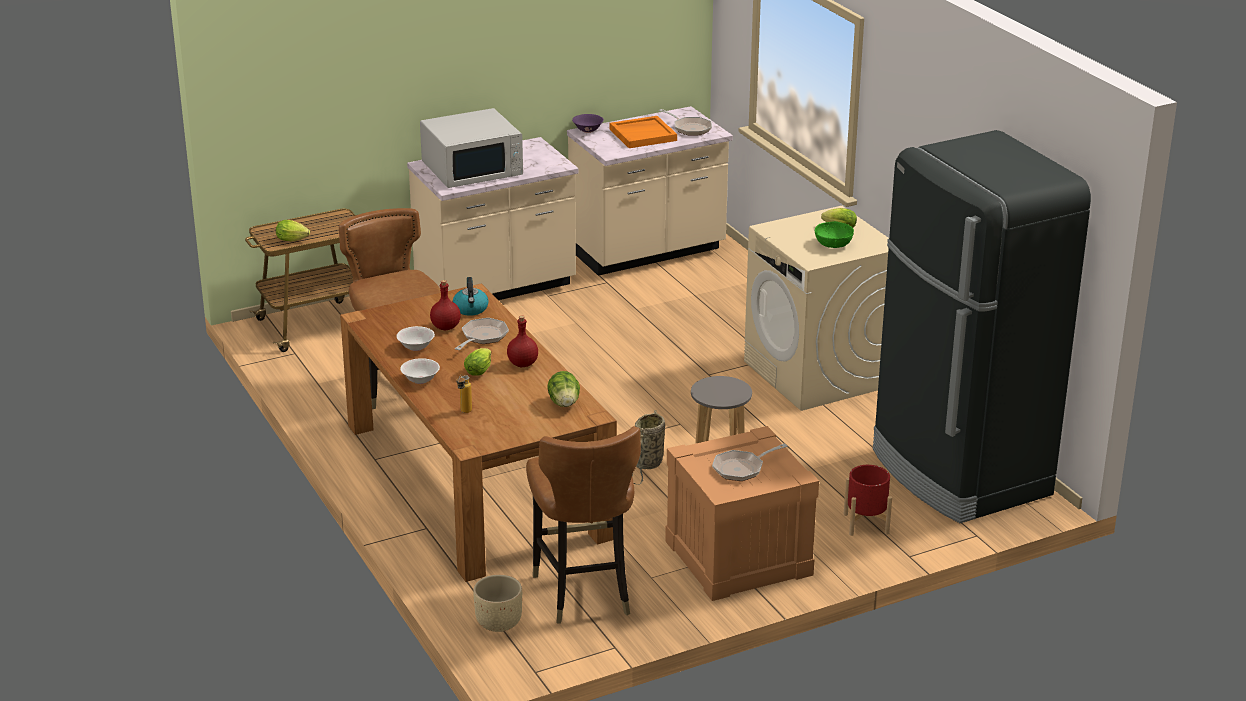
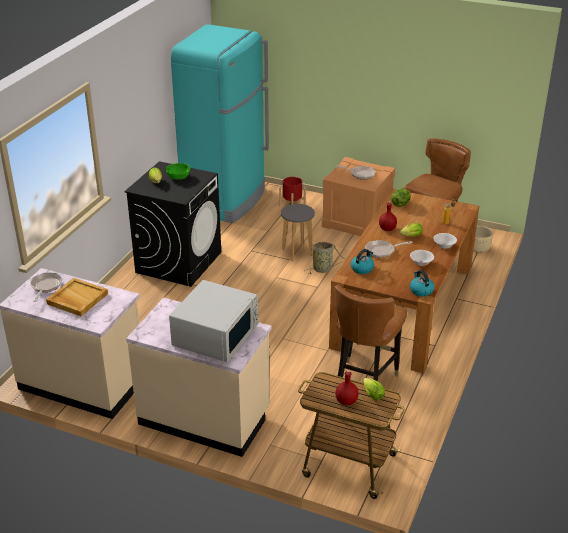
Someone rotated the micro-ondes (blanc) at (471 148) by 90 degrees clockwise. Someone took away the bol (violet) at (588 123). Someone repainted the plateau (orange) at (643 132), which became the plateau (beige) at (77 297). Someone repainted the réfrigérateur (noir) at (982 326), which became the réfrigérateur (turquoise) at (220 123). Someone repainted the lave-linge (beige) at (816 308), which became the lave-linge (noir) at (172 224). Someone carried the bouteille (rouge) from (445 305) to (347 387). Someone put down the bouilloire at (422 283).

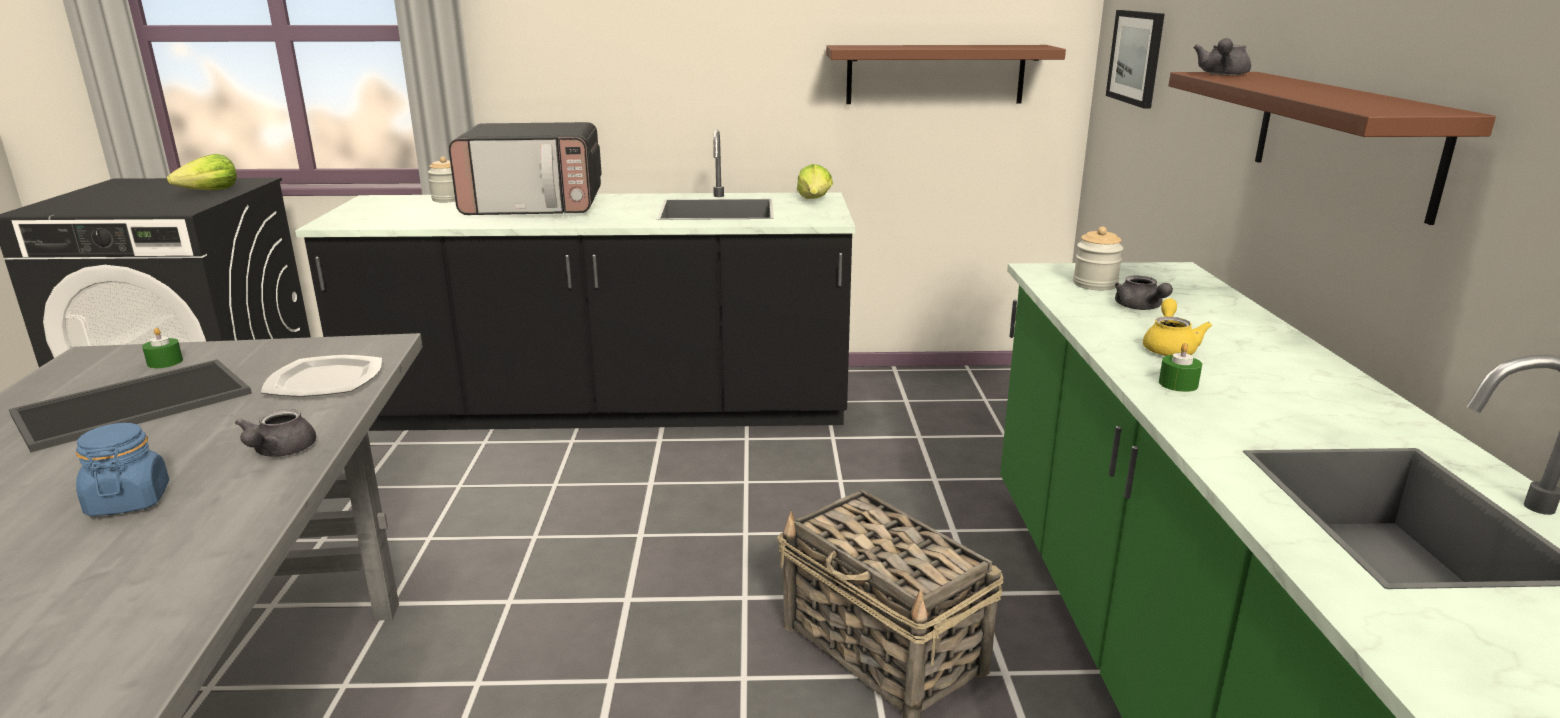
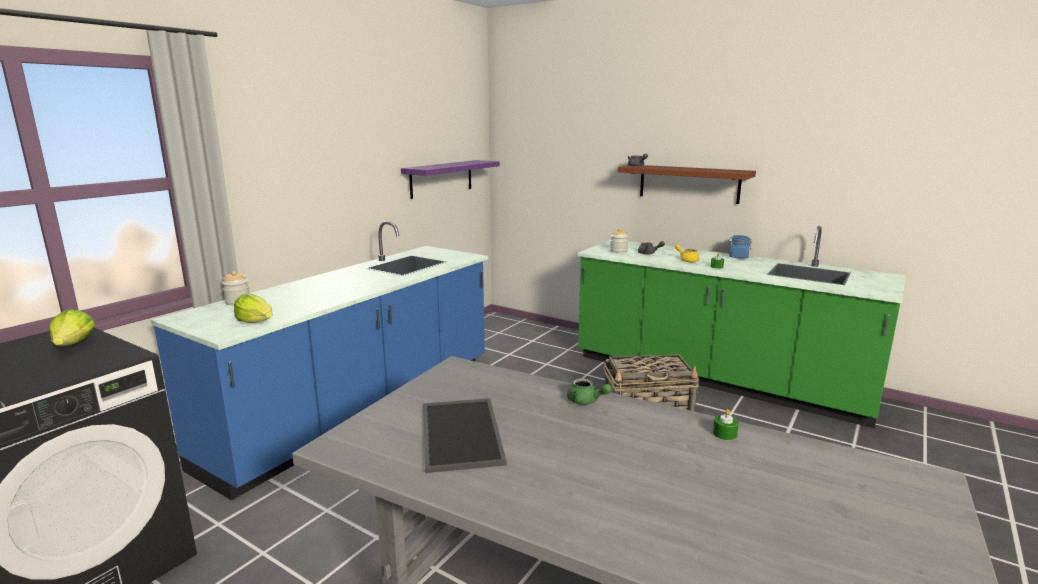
Someone took away the tableau at (1135 59). Someone repainted the étagère (marron) at (946 74), which became the étagère (violet) at (450 179). Someone took away the micro-ondes at (525 168). Someone repainted the comptoir de cuisine (noir) at (575 280), which became the comptoir de cuisine (bleu) at (319 360). Someone carried the laitue from (815 181) to (253 308). Someone carried the bougie (vert) from (162 348) to (726 424). Someone took away the assiette at (321 376). Someone repainted the théière (gris) at (275 433), which became the théière (vert) at (589 391). Someone carried the bocal (bleu) from (122 469) to (739 247).

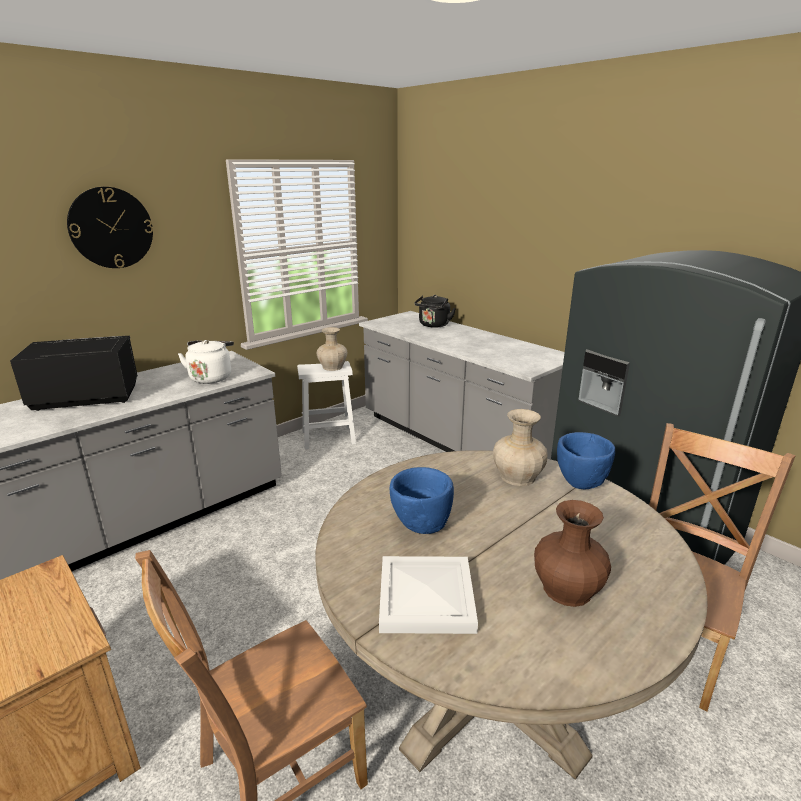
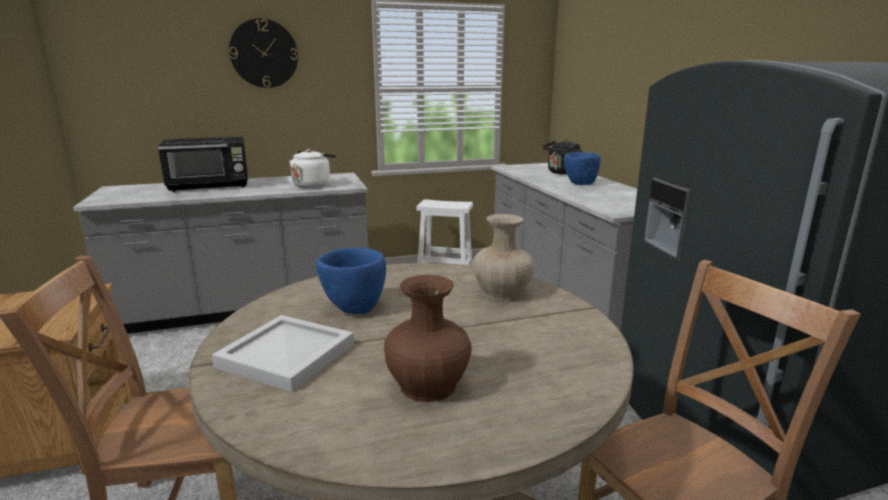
Someone took away the vase (beige) at (332 349). Someone rotated the micro-ondes (noir) at (74 373) by 150 degrees clockwise. Someone carried the bol (bleu) from (586 461) to (582 168).

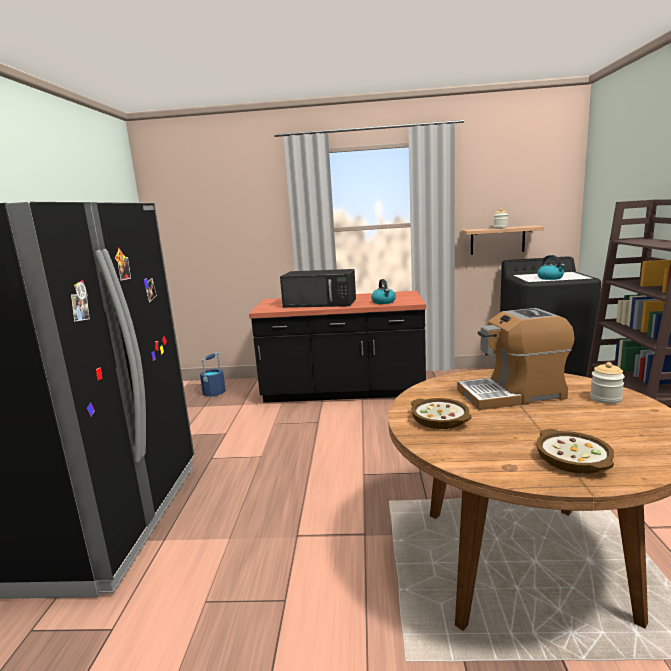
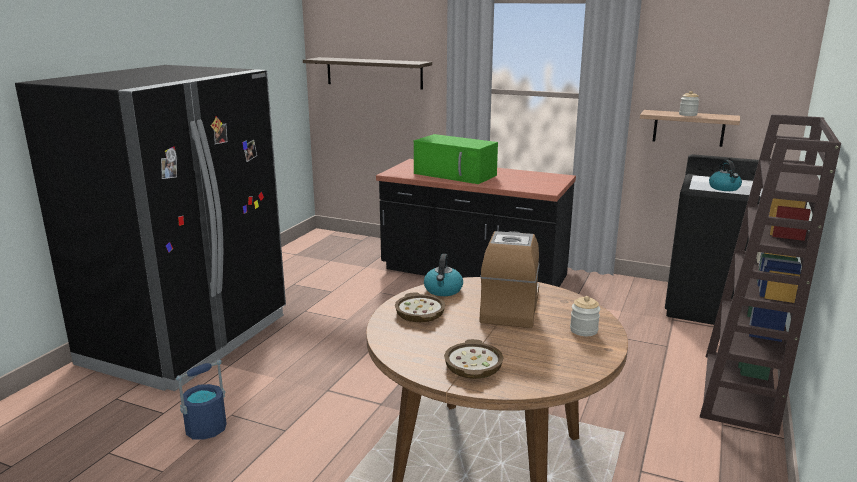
Someone repainted the micro-ondes (noir) at (318 288), which became the micro-ondes (vert) at (456 159). Someone carried the bouilloire from (383 291) to (443 275). Someone rotated the machine à café at (515 359) by 90 degrees clockwise. Someone carried the seau (bleu) from (213 374) to (201 400). Someone put up the étagère at (367 73).

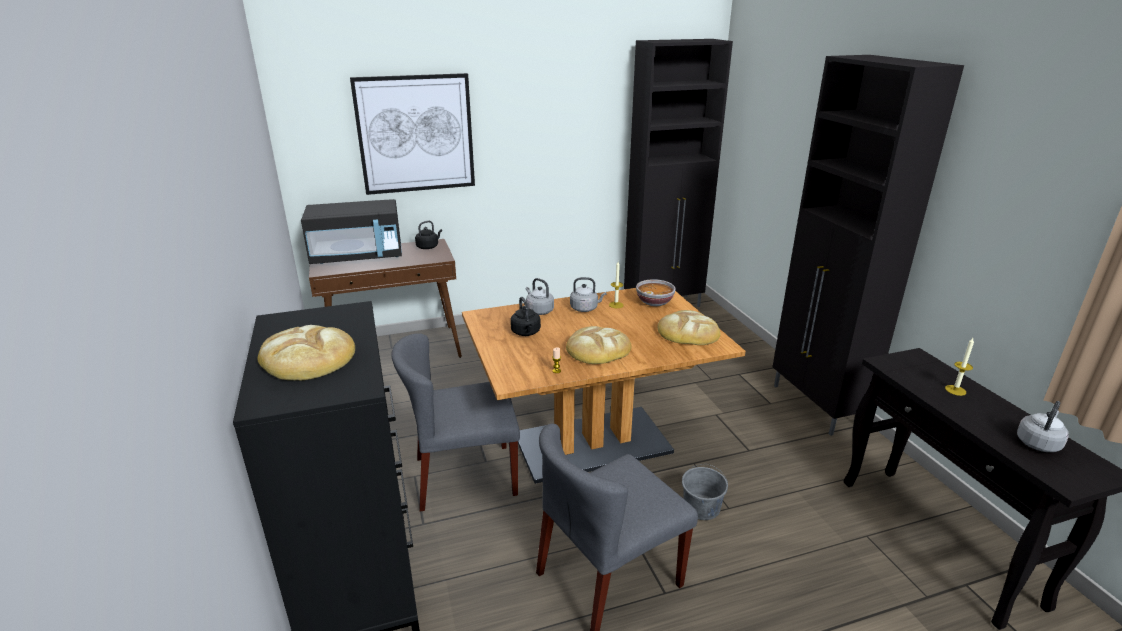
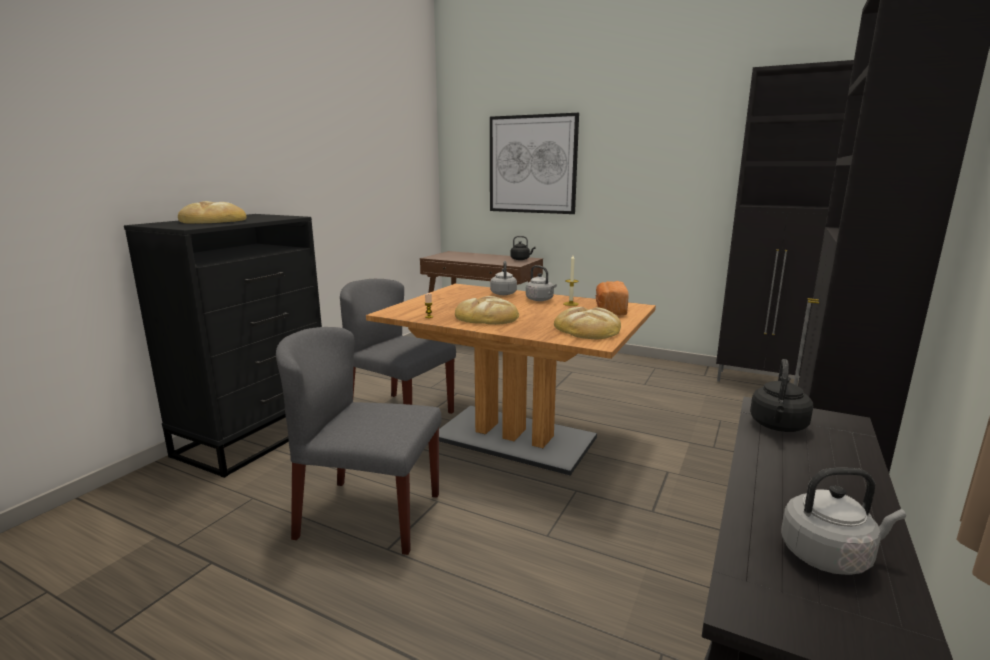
Someone took away the micro-ondes (noir) at (351 231). Someone swapped the bol at (656 292) for the pain at (612 298). Someone carried the bouilloire (noir) from (525 316) to (781 395). Someone took away the bougie at (959 367). Someone took away the seau (gris) at (705 492).

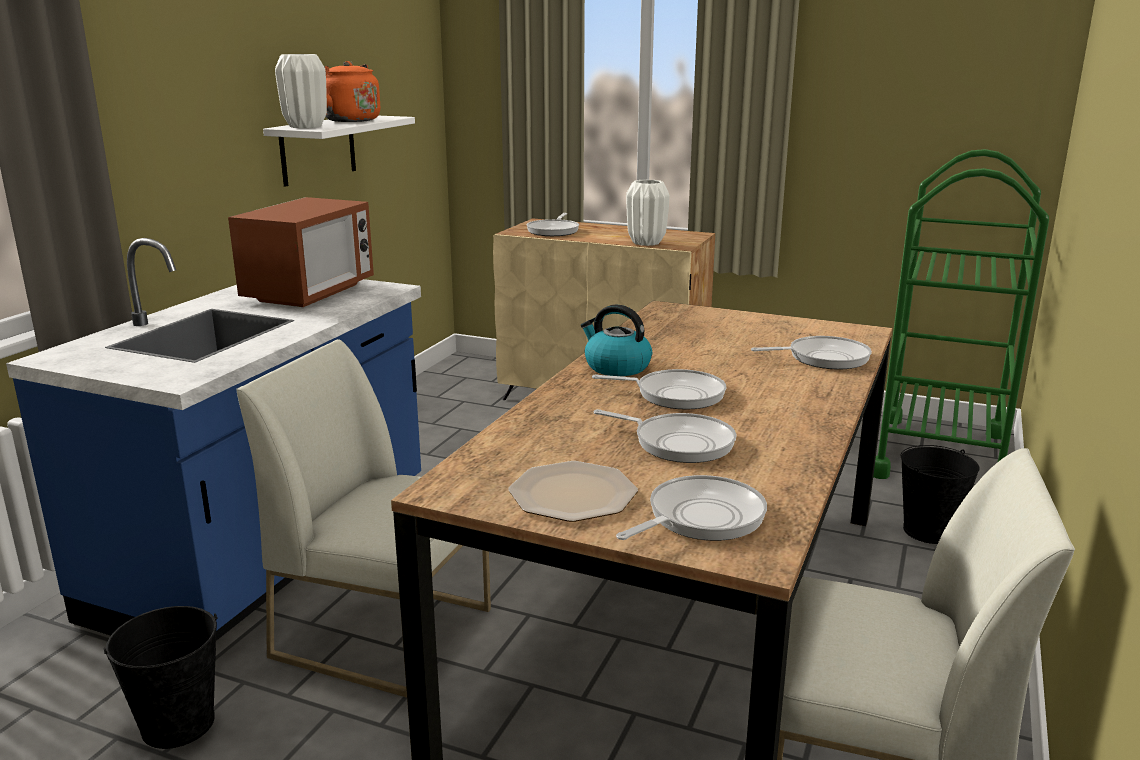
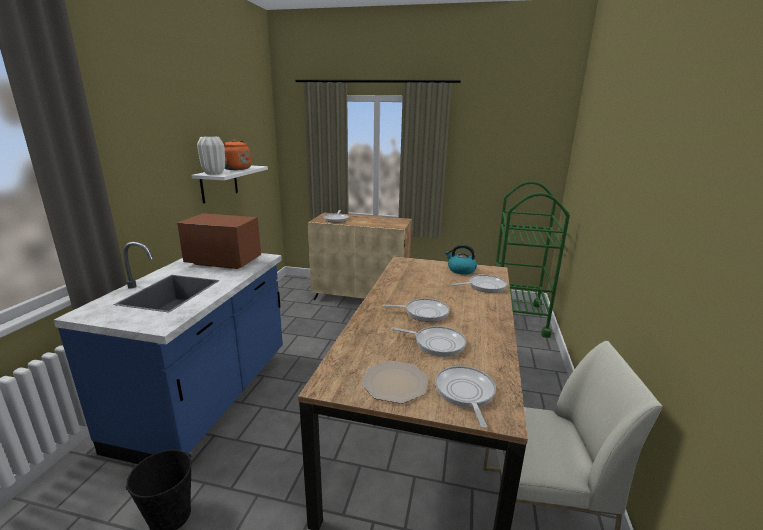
Someone took away the vase (blanc) at (648 213). Someone rotated the micro-ondes at (301 252) by 90 degrees counterclockwise. Someone carried the bouilloire from (616 340) to (461 259). Someone took away the chaise (blanc) at (363 518). Someone took away the seau (noir) at (940 494). Someone rotated the poêle at (691 508) by 45 degrees counterclockwise.

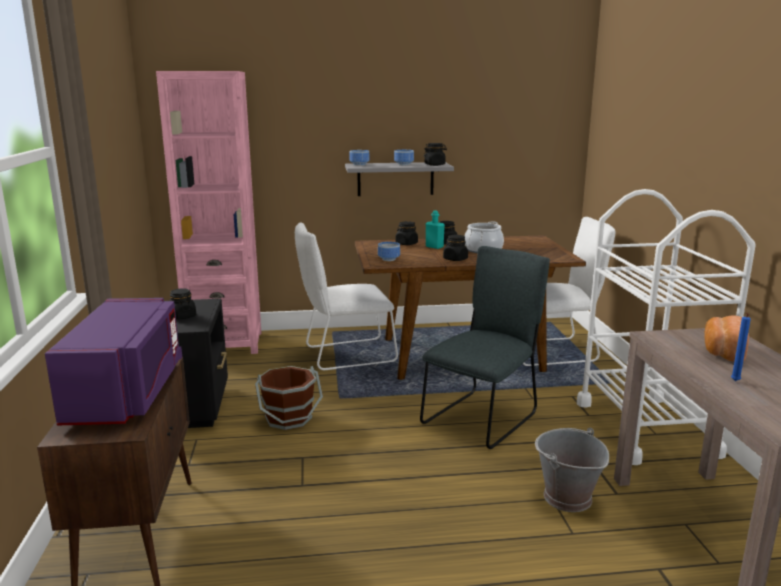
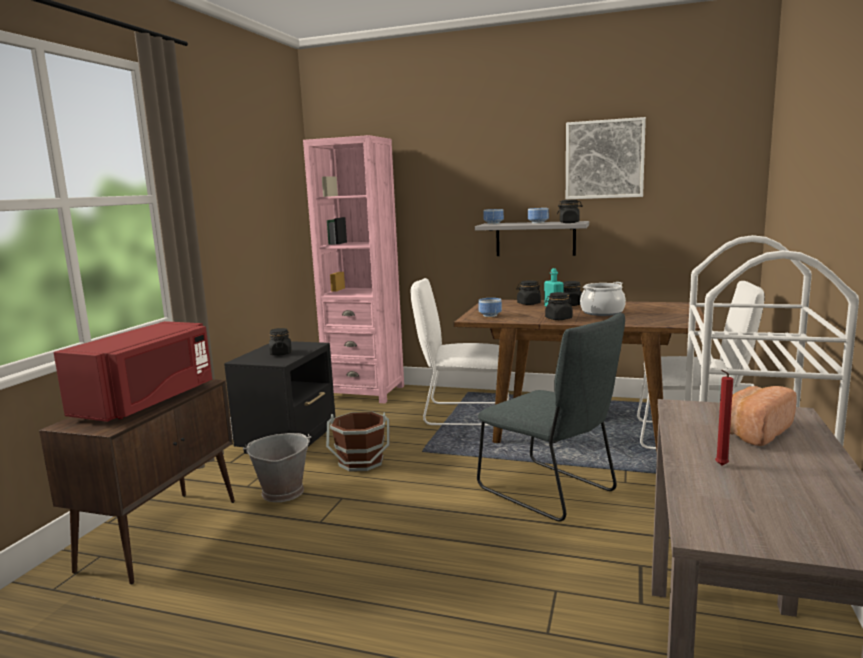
Someone rotated the chaise (gris) at (485 347) by 75 degrees clockwise. Someone repainted the micro-ondes (violet) at (113 361), which became the micro-ondes (rouge) at (132 371). Someone repainted the bougie (bleu) at (741 347), which became the bougie (rouge) at (724 418). Someone carried the seau (gris) from (572 470) to (277 467). Someone put up the tableau at (606 158).

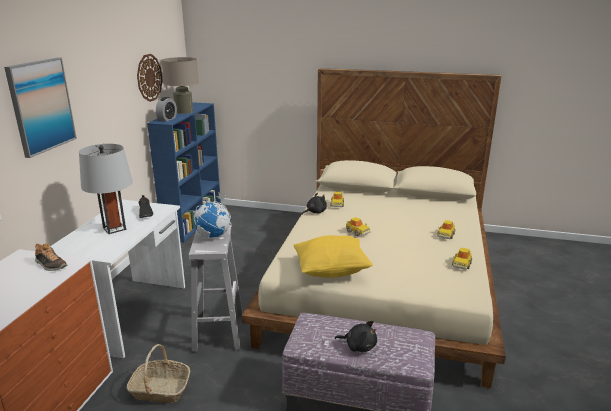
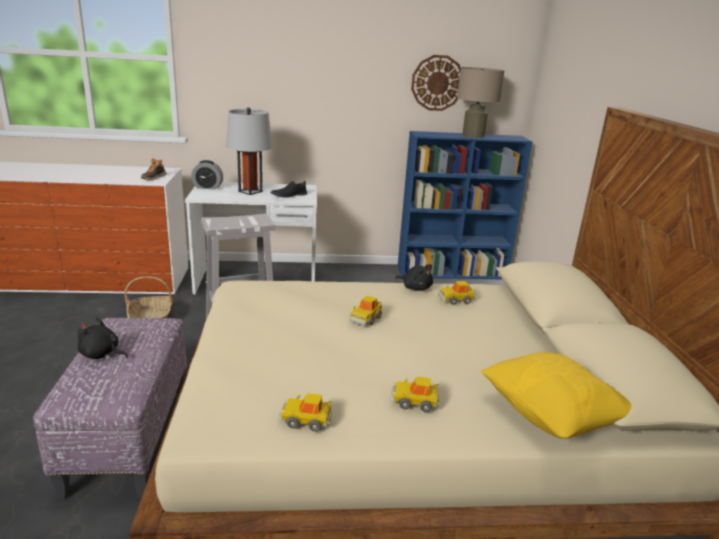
Someone took away the tableau at (40 107). Someone carried the réveil from (166 109) to (207 175). Someone took away the globe at (213 215). Someone carried the coussin (jaune) from (333 256) to (556 395). Someone rotated the peluche (noir) at (356 336) by 105 degrees clockwise.

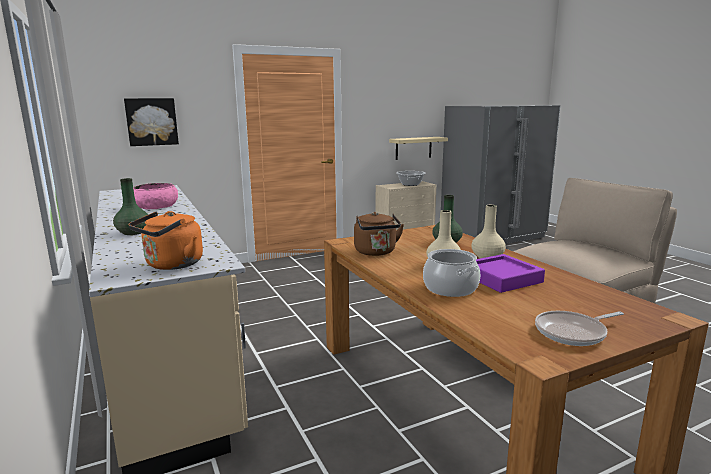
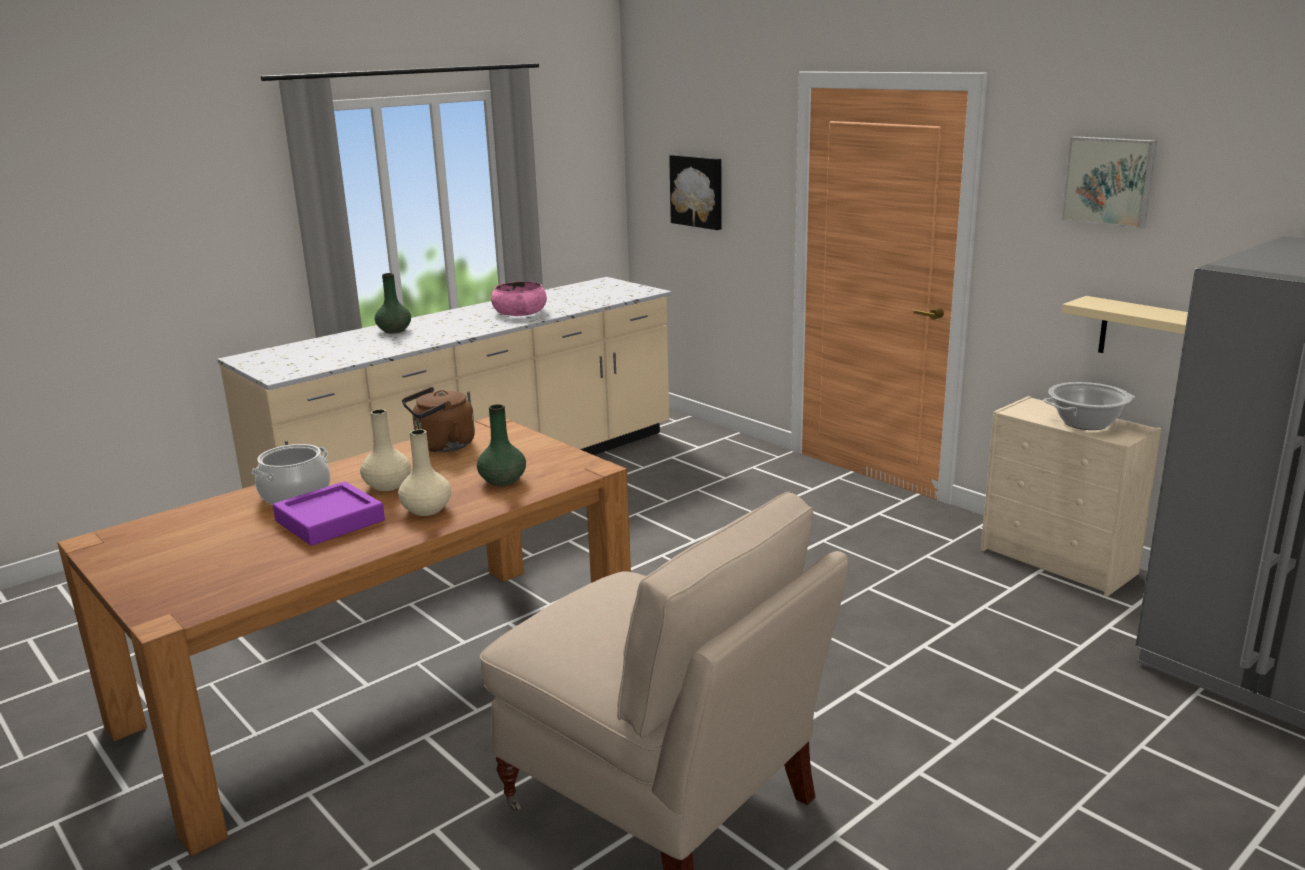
Someone took away the bouilloire (orange) at (165 240). Someone took away the poêle at (579 328). Someone put up the tableau at (1109 182).

